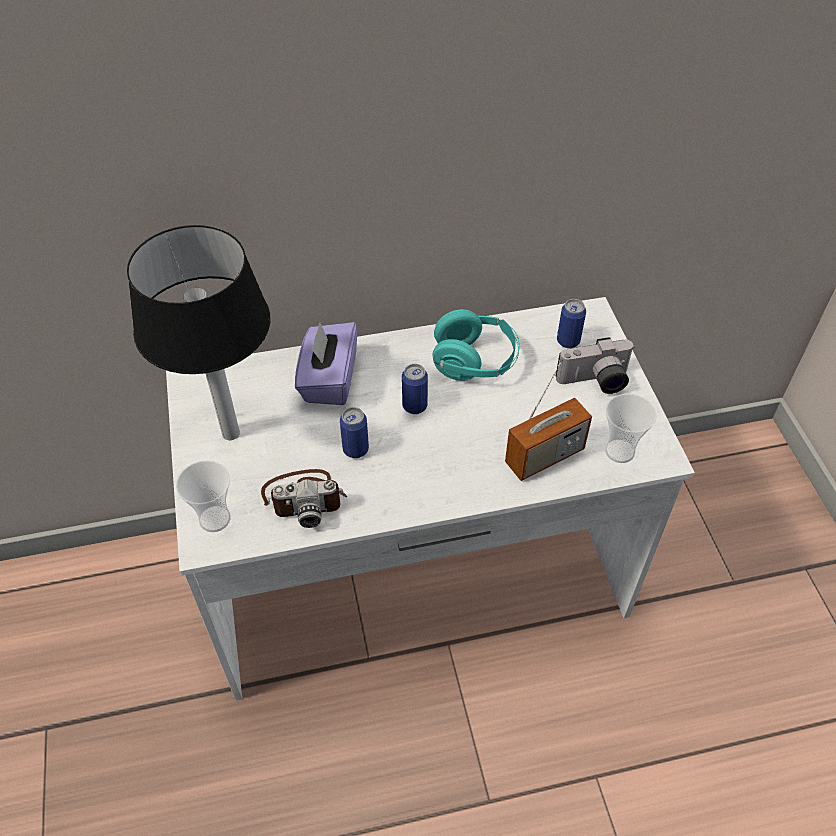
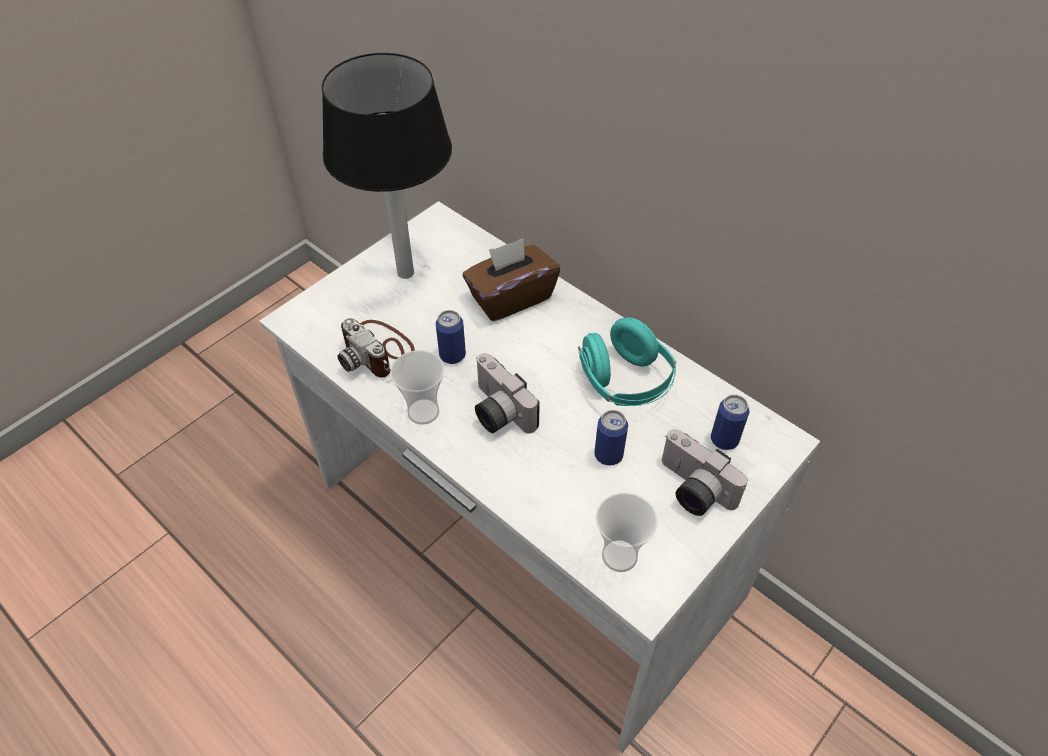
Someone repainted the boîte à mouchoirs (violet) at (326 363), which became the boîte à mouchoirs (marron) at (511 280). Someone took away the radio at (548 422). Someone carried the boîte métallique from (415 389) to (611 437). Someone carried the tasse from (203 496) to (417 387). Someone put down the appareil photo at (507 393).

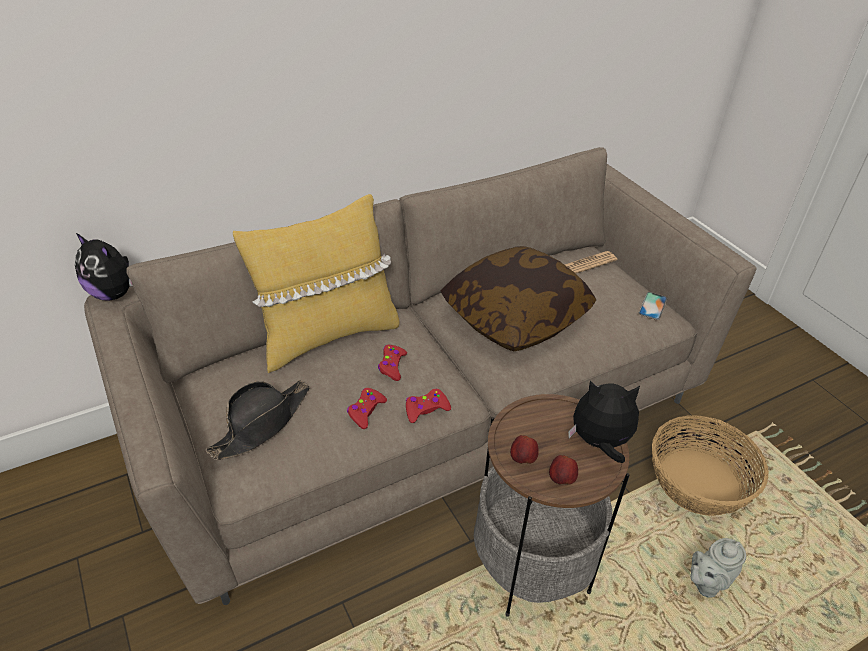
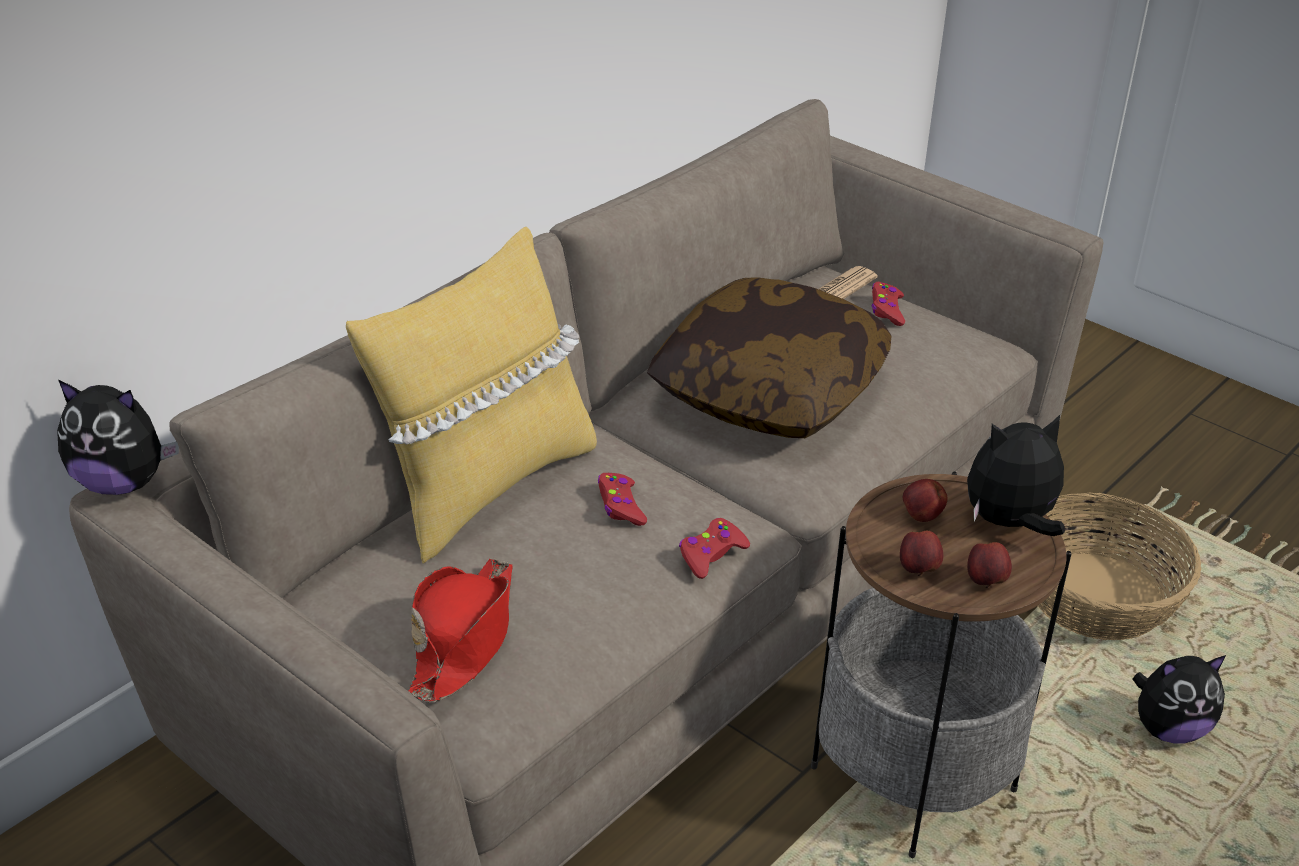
Someone took away the téléphone at (653 306). Someone repainted the chapeau (noir) at (258 420), which became the chapeau (rouge) at (460 630). Someone carried the manette (rouge) from (367 408) to (888 304). Someone swapped the théière (gris) at (718 568) for the peluche at (1179 699). Someone put down the pomme at (925 500).

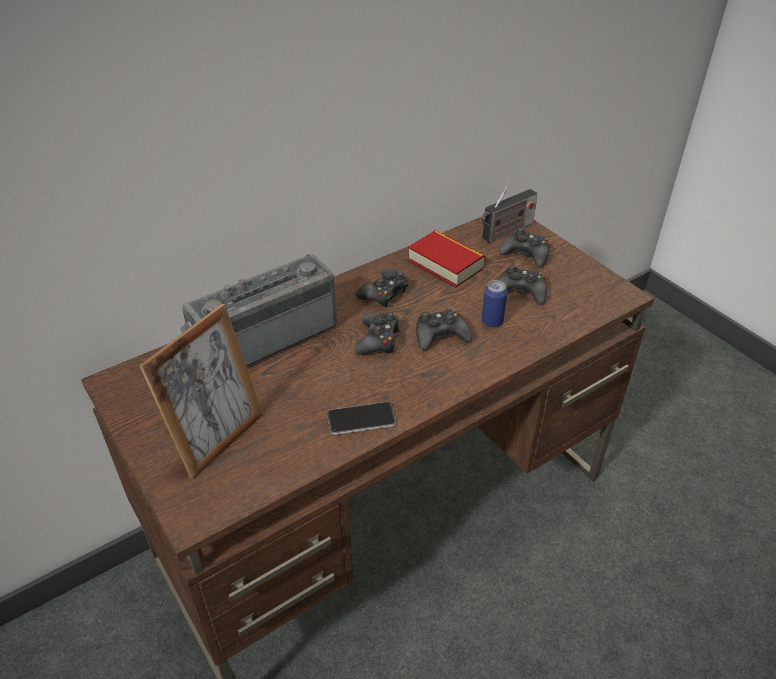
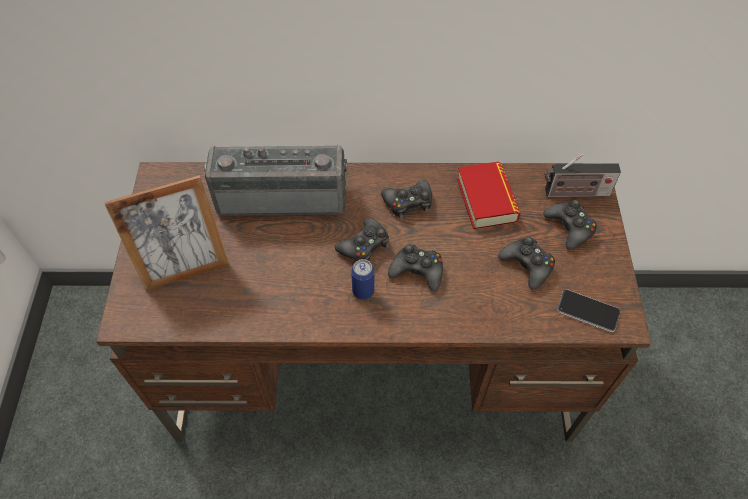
Someone carried the boîte métallique from (495 304) to (362 279). Someone carried the téléphone from (361 418) to (589 310).

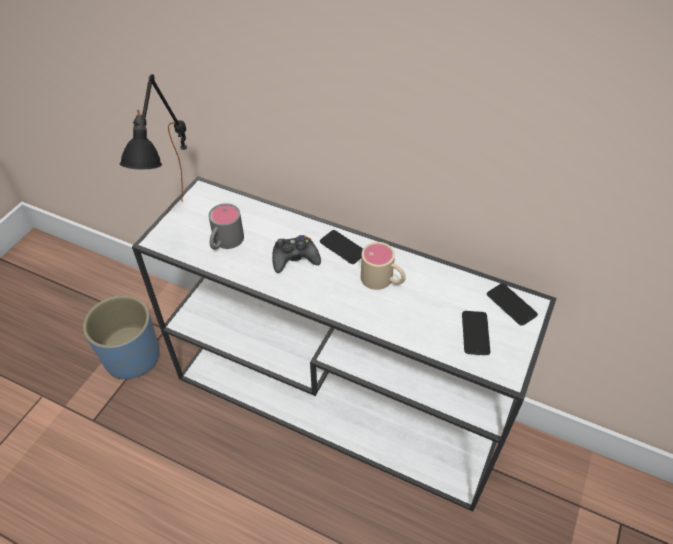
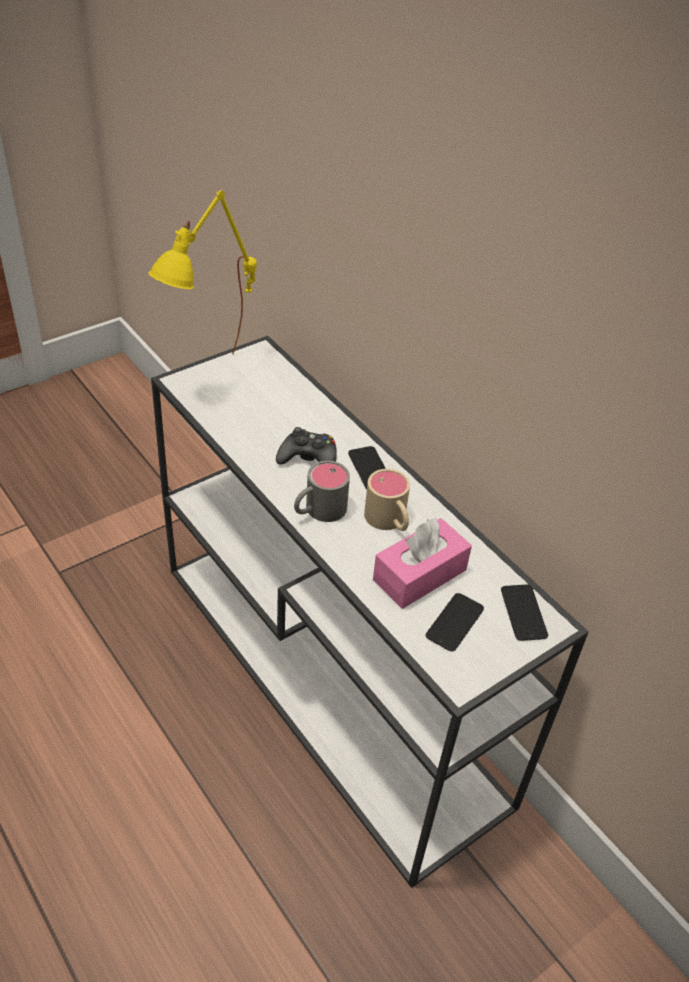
Someone repainted the lampe de table (noir) at (153 138), which became the lampe de table (jaune) at (202 272). Someone carried the mug (gris) from (226 226) to (322 491). Someone took away the cache-pot (bleu) at (121 337). Someone put down the boîte à mouchoirs (rose) at (422 563).

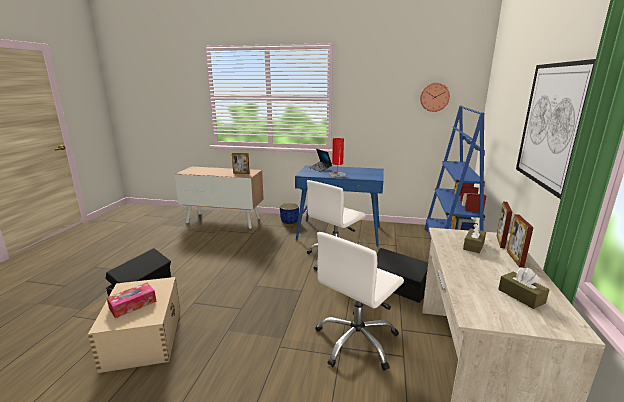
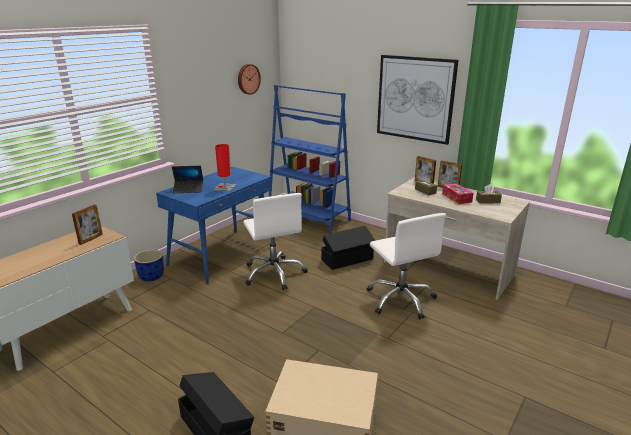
Someone carried the boîte à mouchoirs from (132 300) to (458 193).

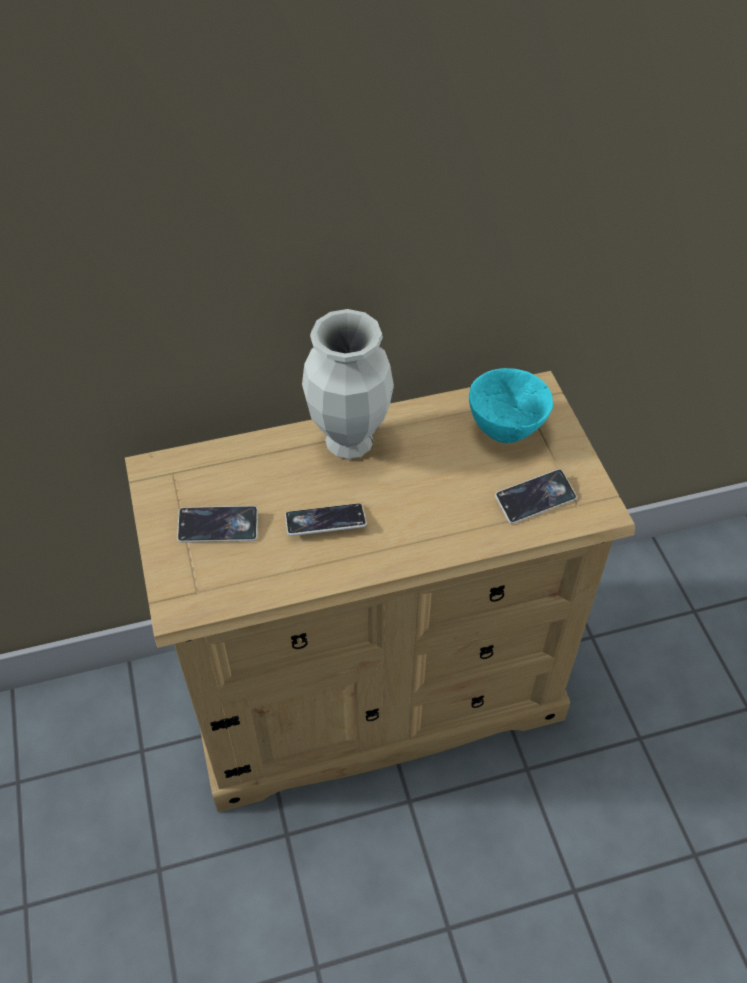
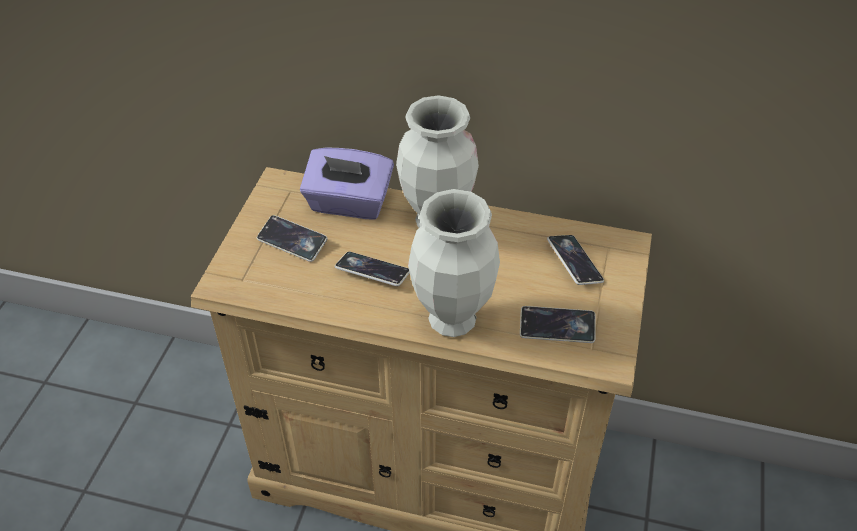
Someone swapped the bol (turquoise) at (511 405) for the téléphone at (575 260). Someone put down the boîte à mouchoirs (violet) at (347 183). Someone put down the vase at (454 263).

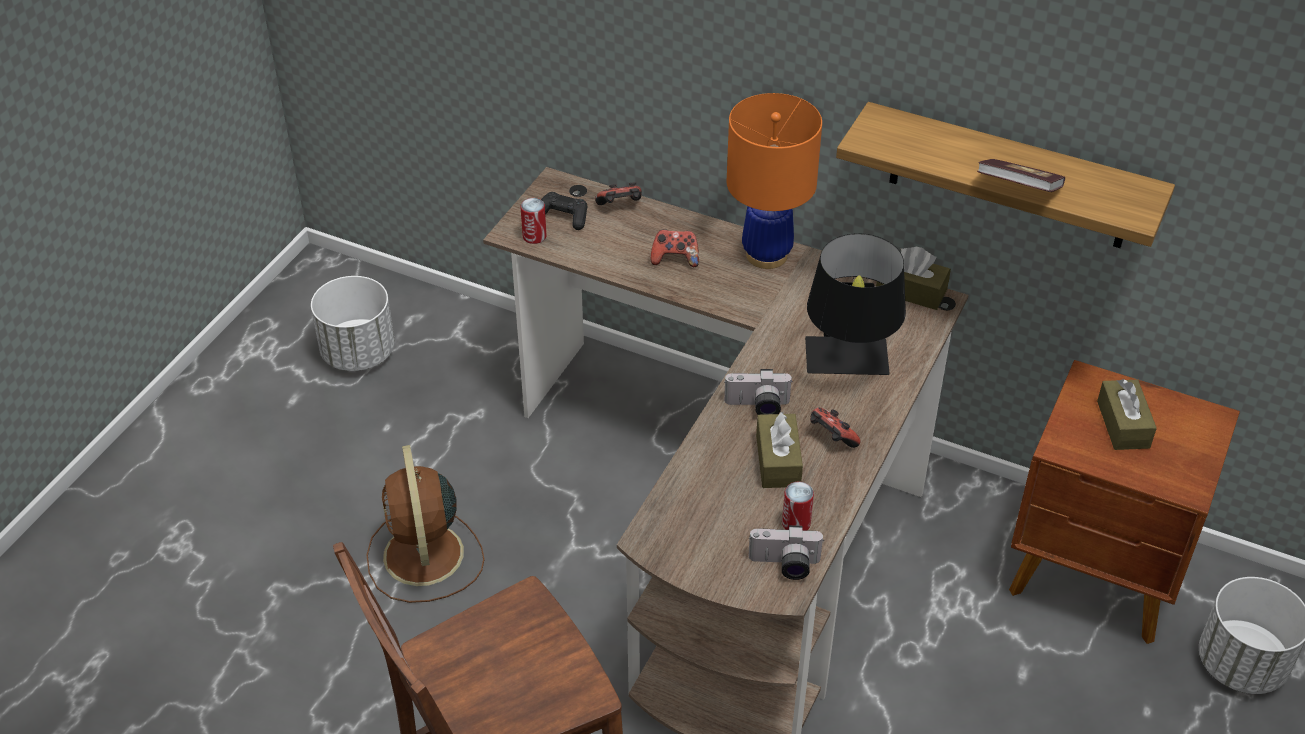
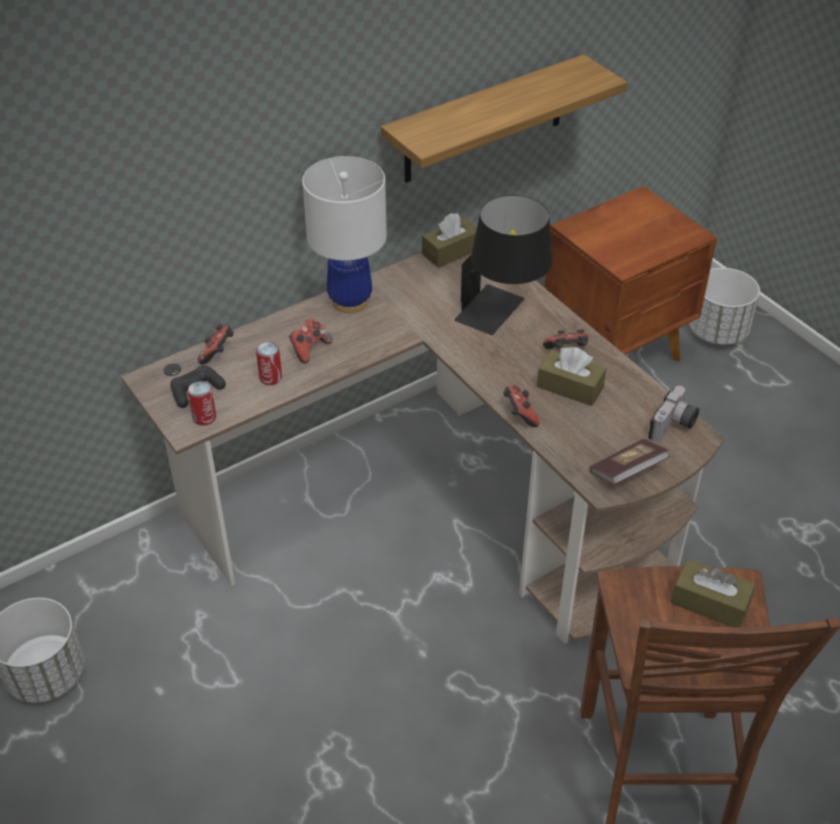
Someone repainted the lampe de table (orange) at (774 181), which became the lampe de table (blanc) at (344 234). Someone carried the livre from (1021 175) to (630 461). Someone took away the appareil photo at (758 392). Someone carried the boîte à mouchoirs (marron) from (1127 414) to (713 593). Someone took away the ventilateur (marron) at (426 524). Someone carried the boîte métallique from (798 506) to (269 363). Someone put down the manette at (521 406).

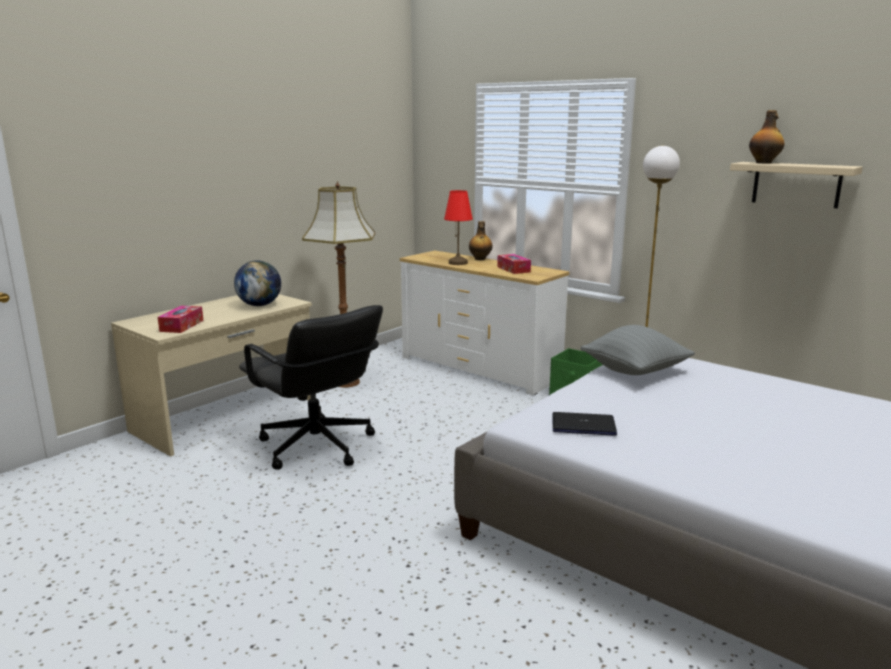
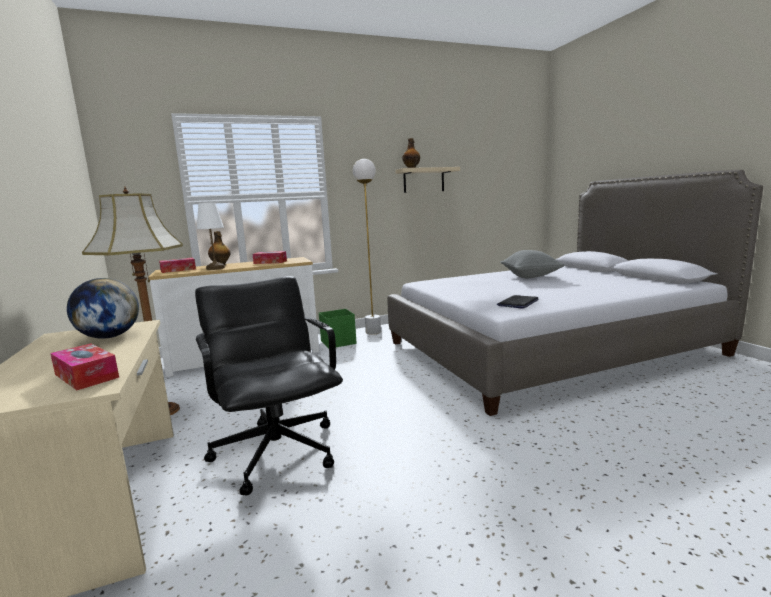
Someone repainted the lampe de table (rouge) at (458 227), which became the lampe de table (blanc) at (210 236). Someone rotated the chaise de bureau (noir) at (311 387) by 105 degrees counterclockwise. Someone carried the coussin (gris) from (638 350) to (532 264). Someone put down the boîte à mouchoirs at (177 265).

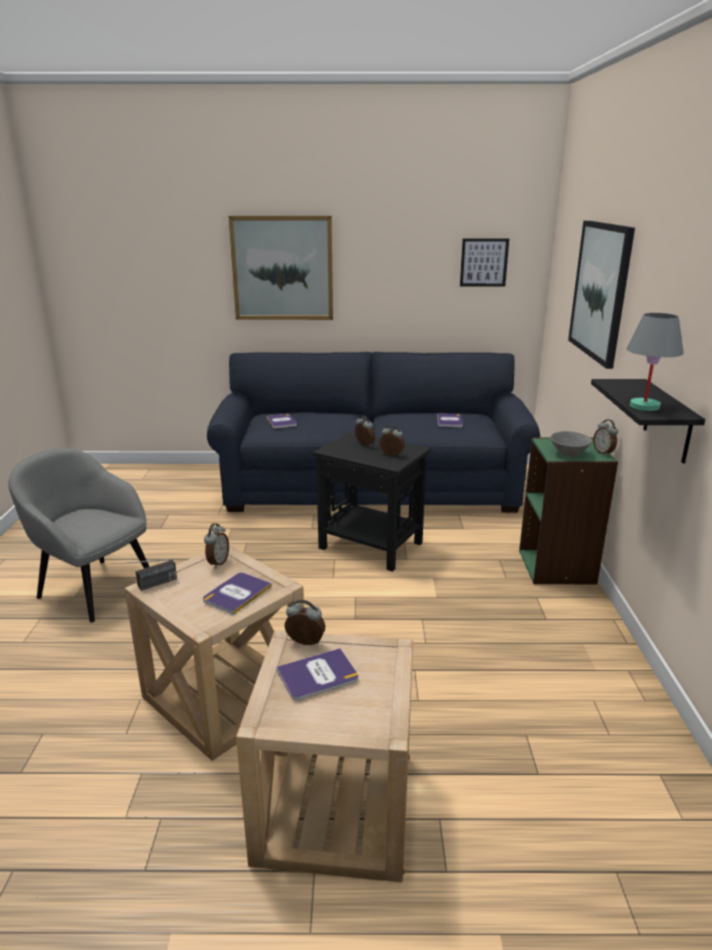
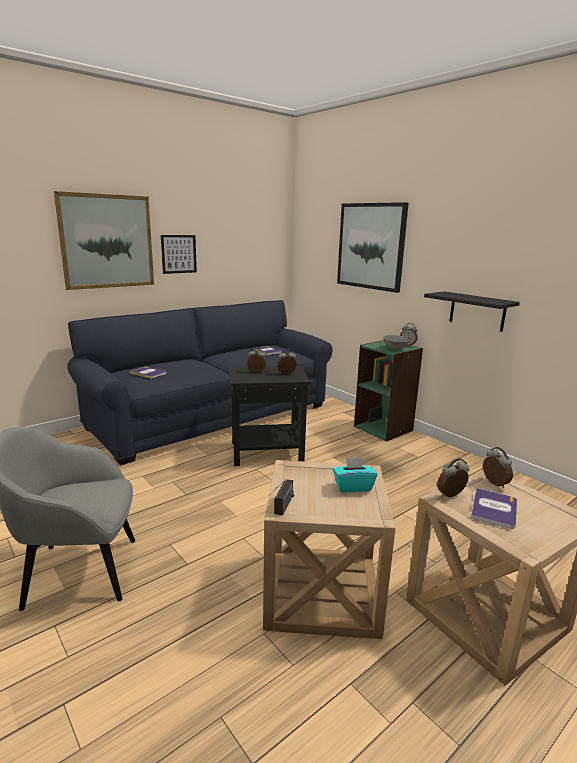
Someone carried the tableau from (484 263) to (179 254). Someone took away the lampe de table (gris) at (655 362). Someone carried the réveil from (216 545) to (498 467). Someone swapped the livre at (237 593) for the boîte à mouchoirs (turquoise) at (355 474).

